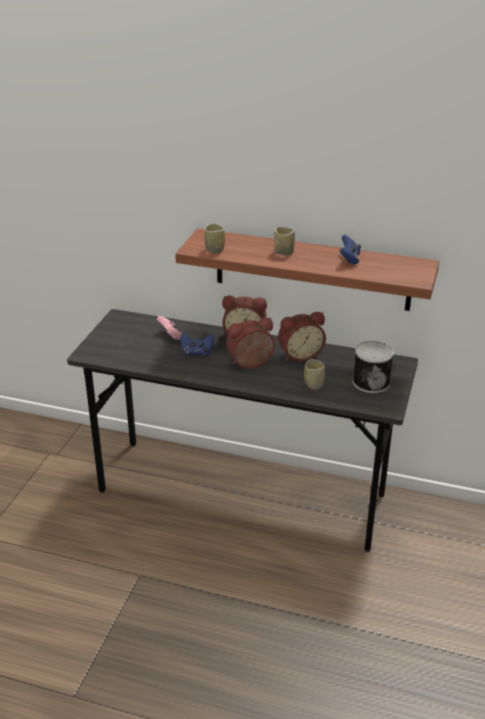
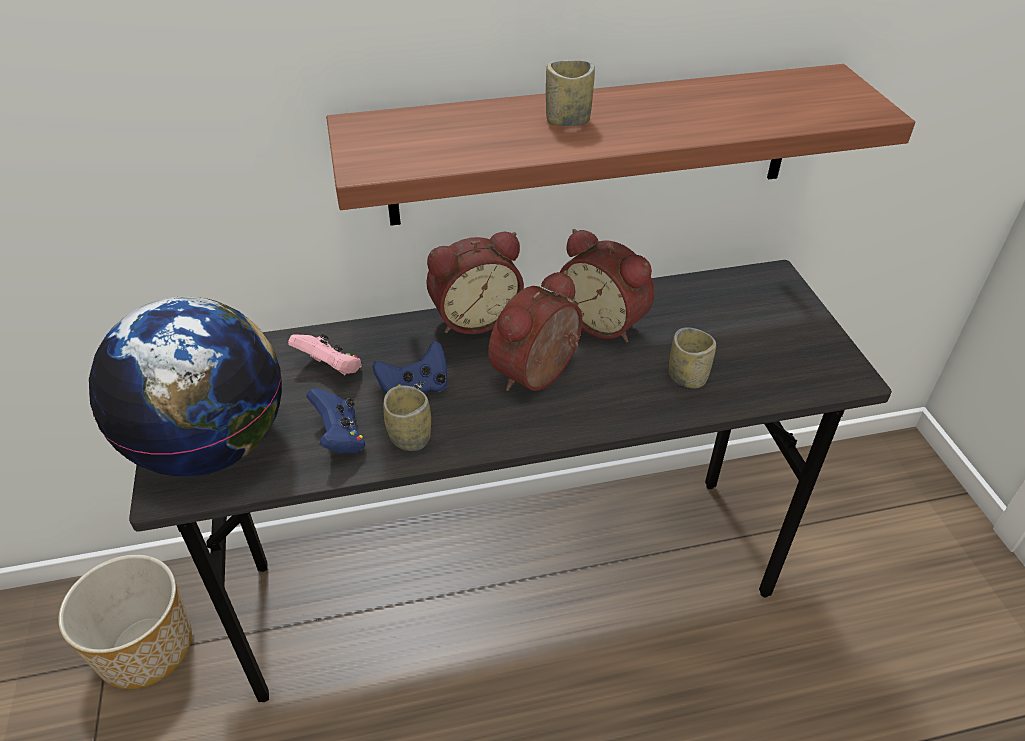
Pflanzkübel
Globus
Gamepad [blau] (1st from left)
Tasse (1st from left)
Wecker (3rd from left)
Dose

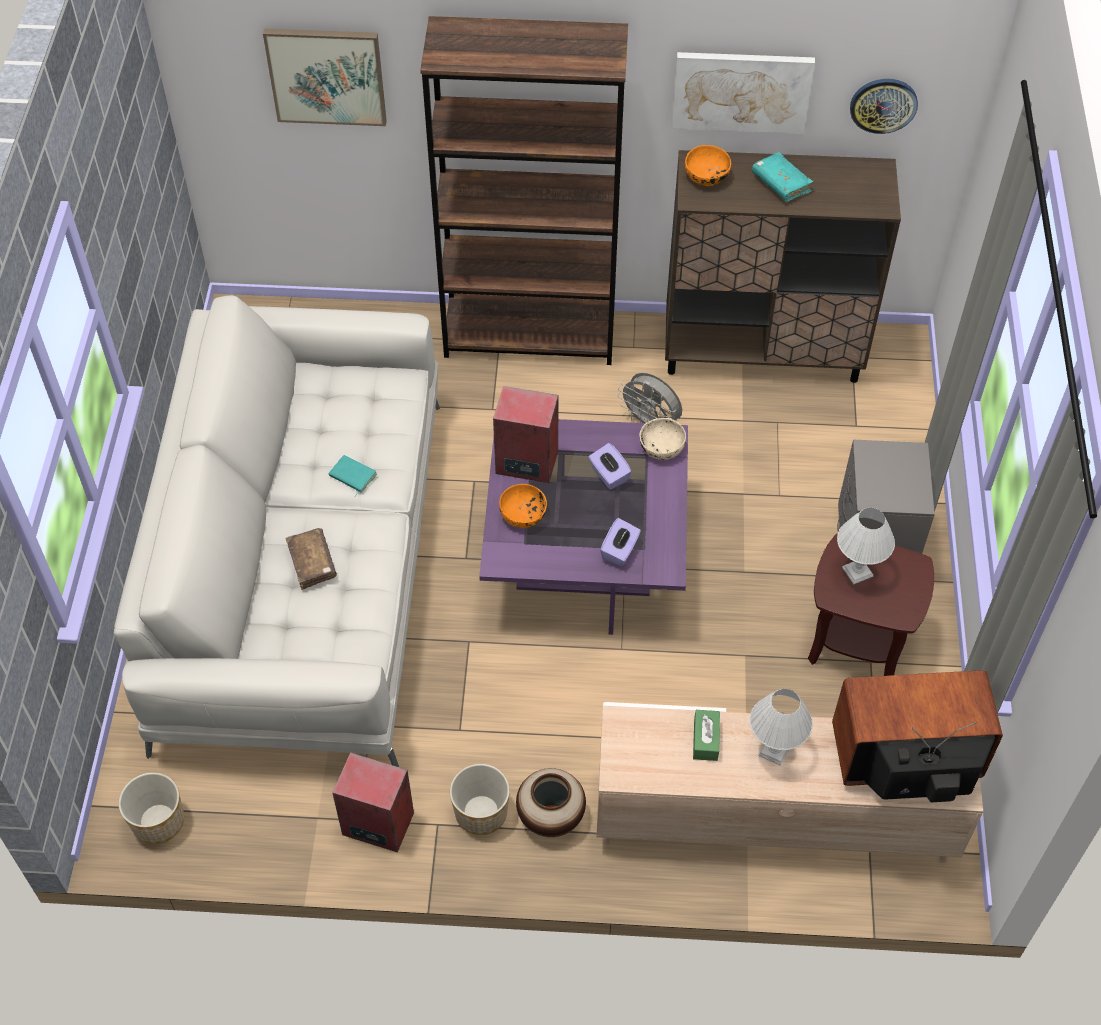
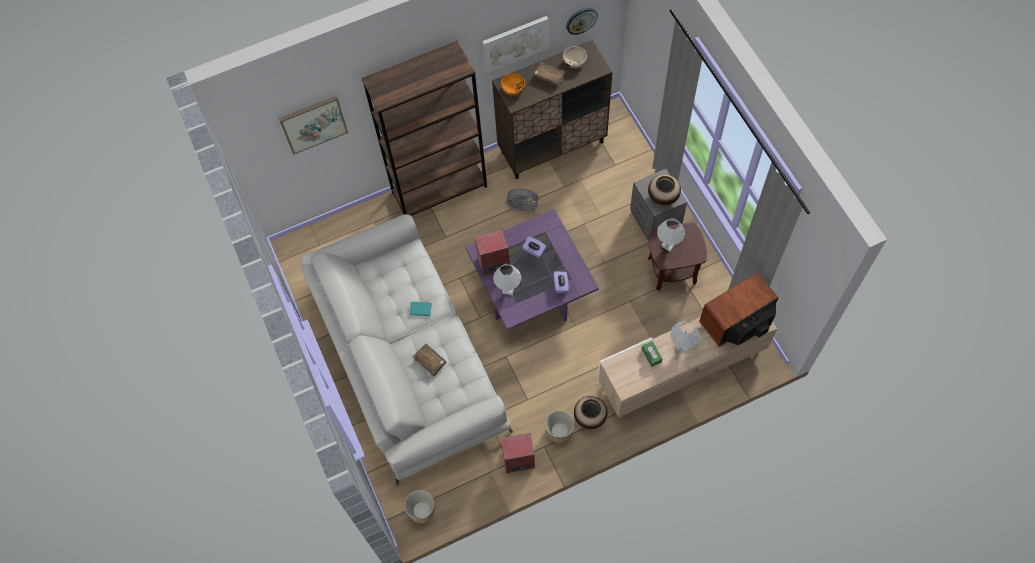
Tischlampe [weiß] (1st from left)
Buch [braun] (2nd from left)
Schüssel [beige]
Vase (2nd from left)

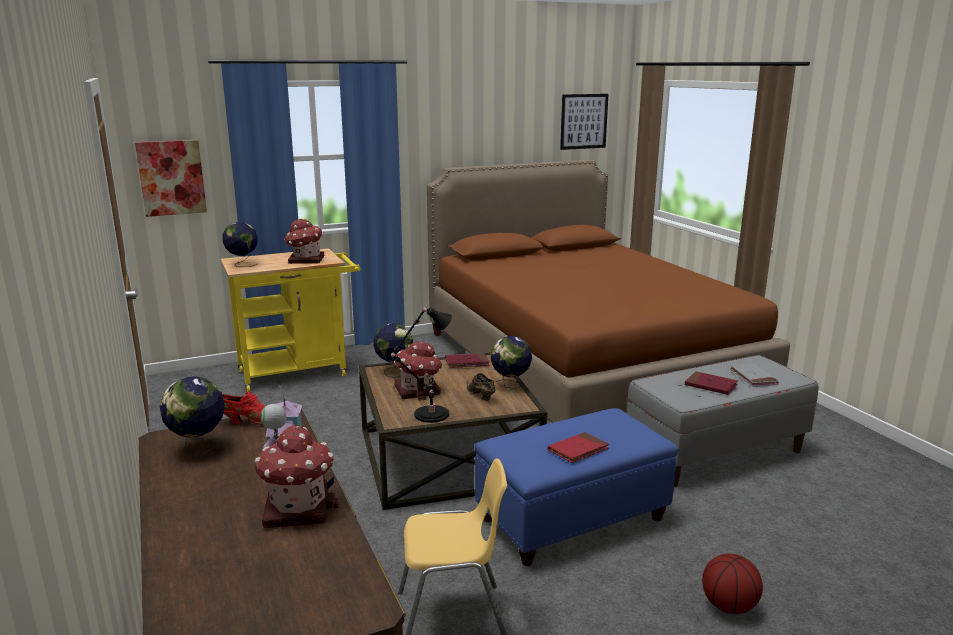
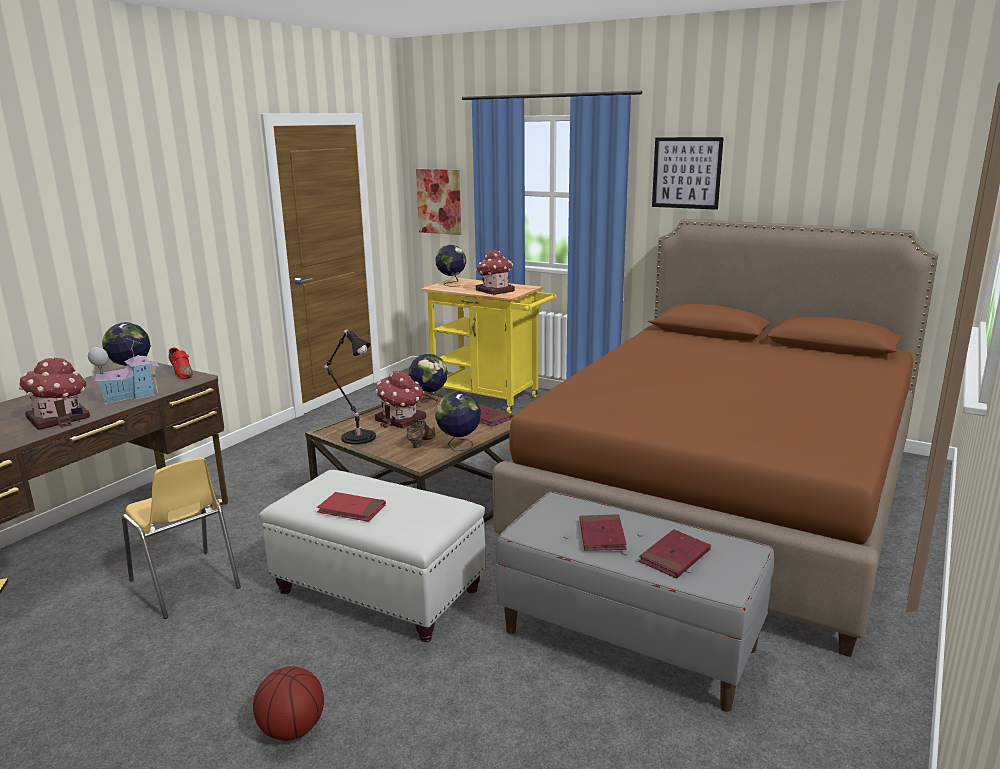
Polsterhocker [weiß]
Buch [rot] (4th from left)
Bild (2nd from left)

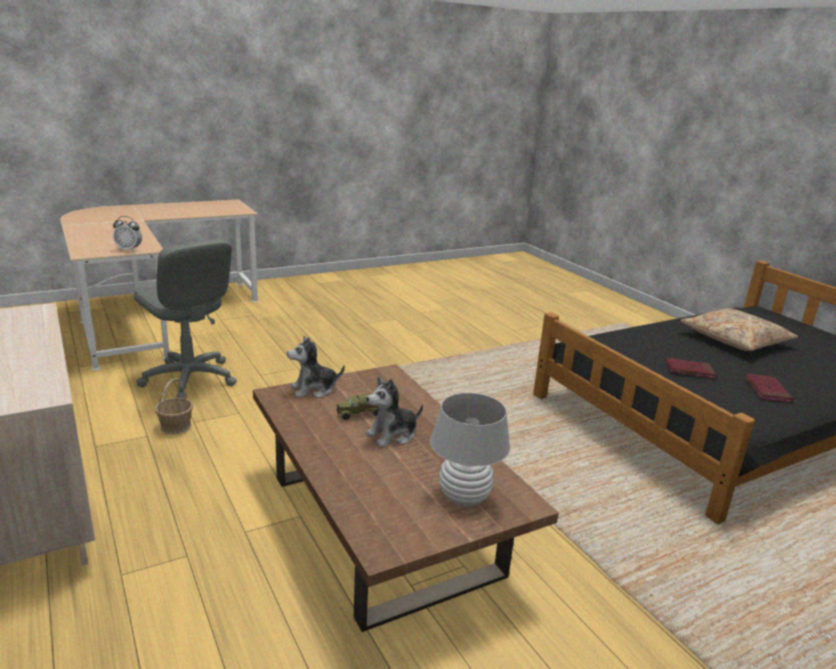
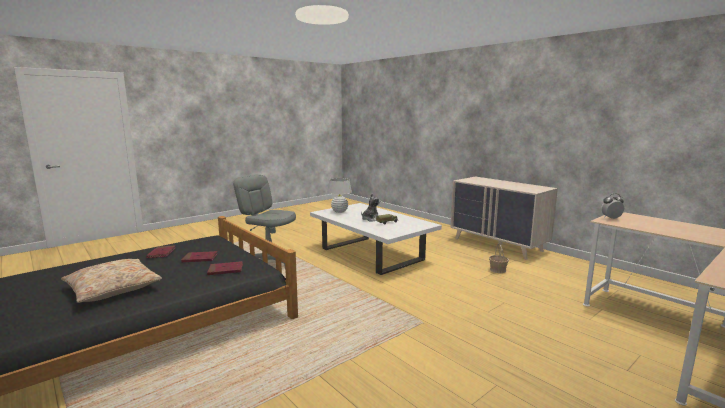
Buch [rot] (3rd from left)
Bürostuhl [grau]
Couchtisch [weiß]
Plüschtier (1st from left in the first image)

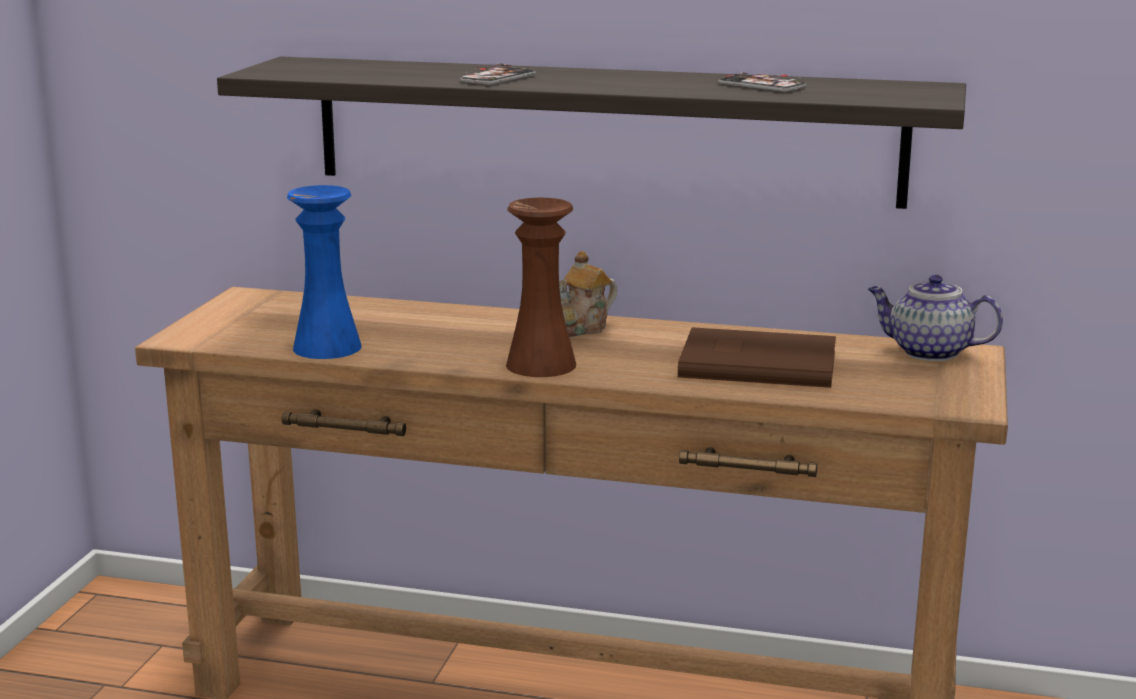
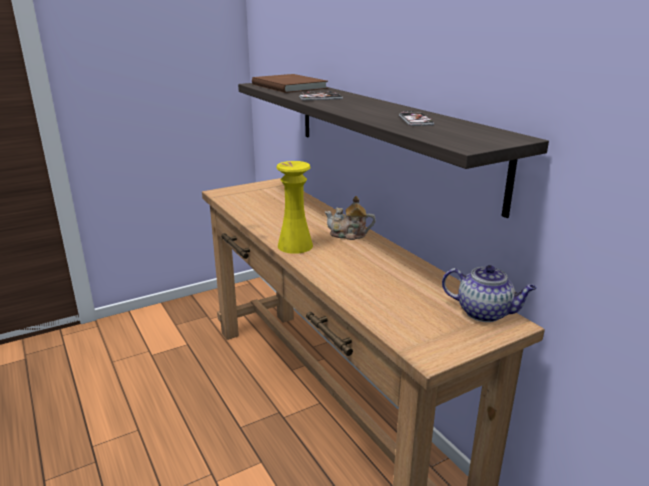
Buch [braun]
Vase [gelb]
Teekanne (2nd from left)
Vase [blau]

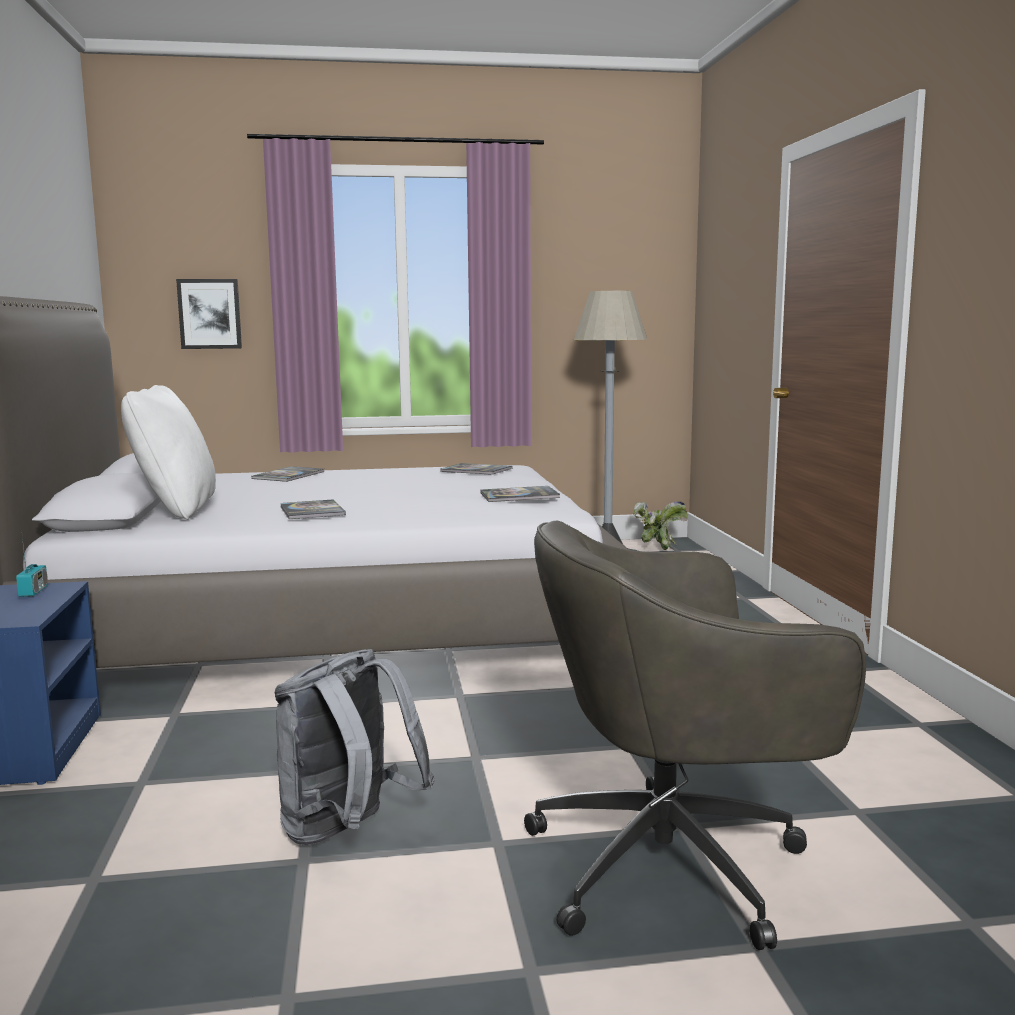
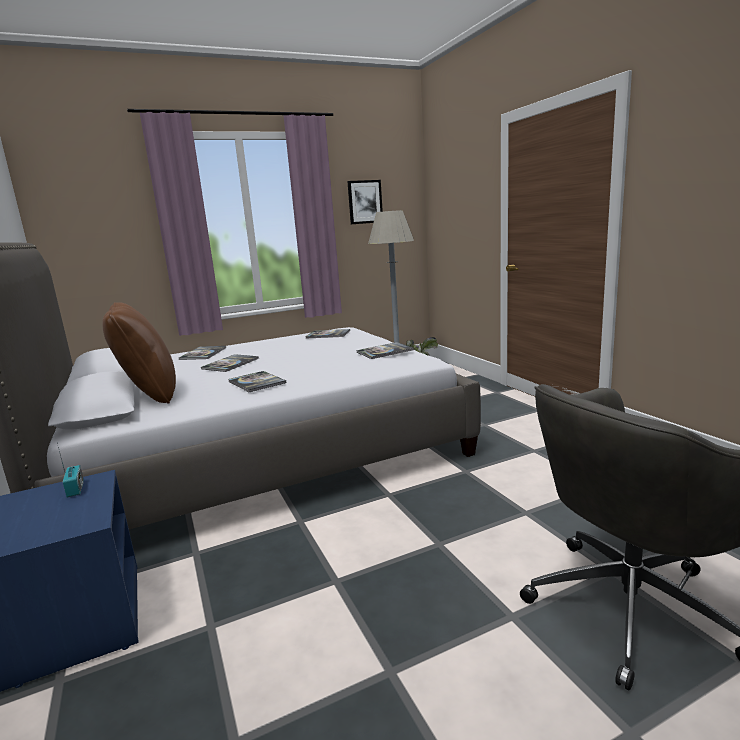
Kissen [braun]
Buch (2nd from left)
Bild
Rucksack [grau]

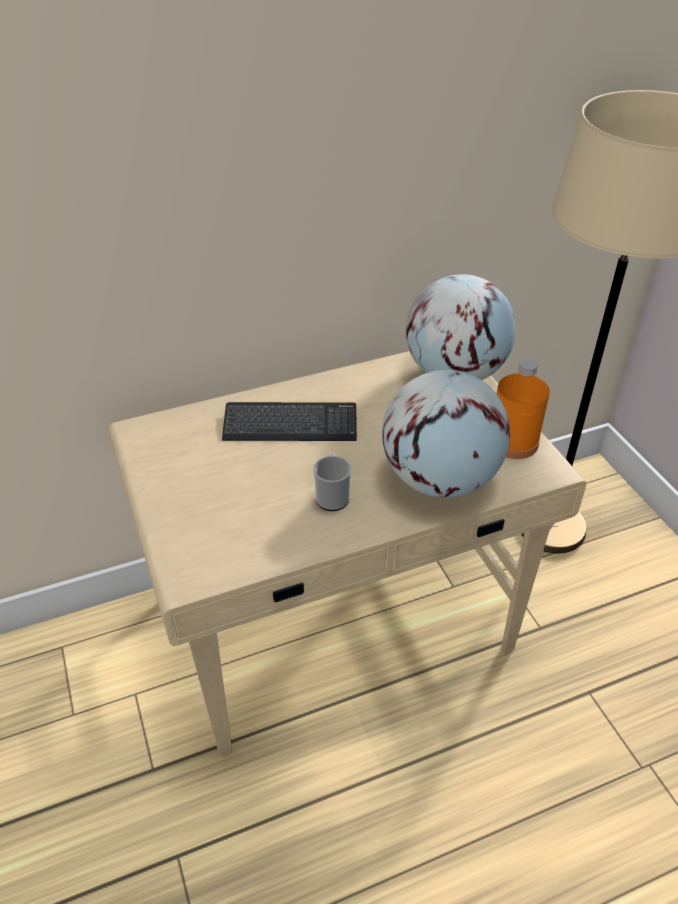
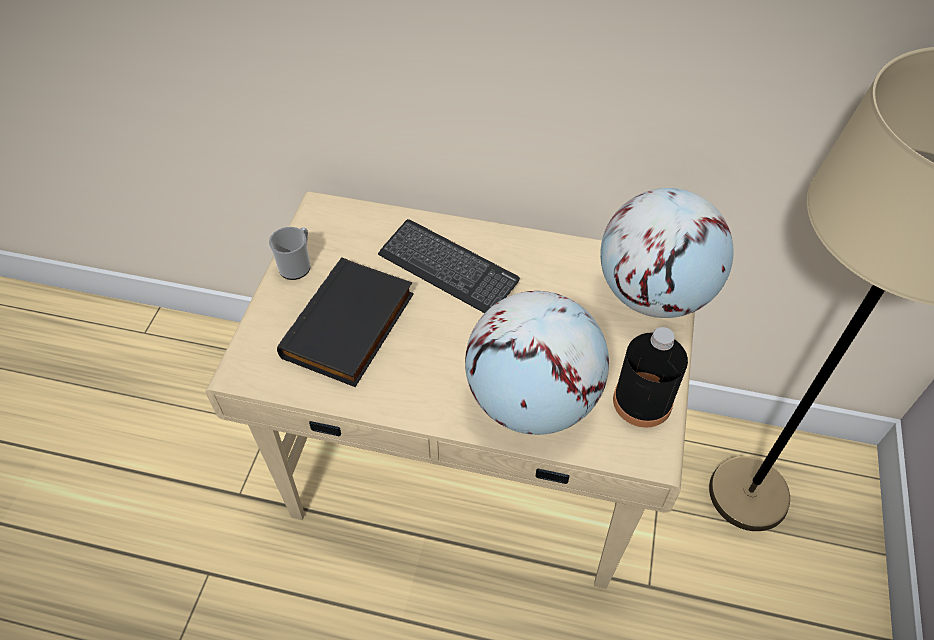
Henkelbecher
Buch [schwarz]
Flasche [schwarz]

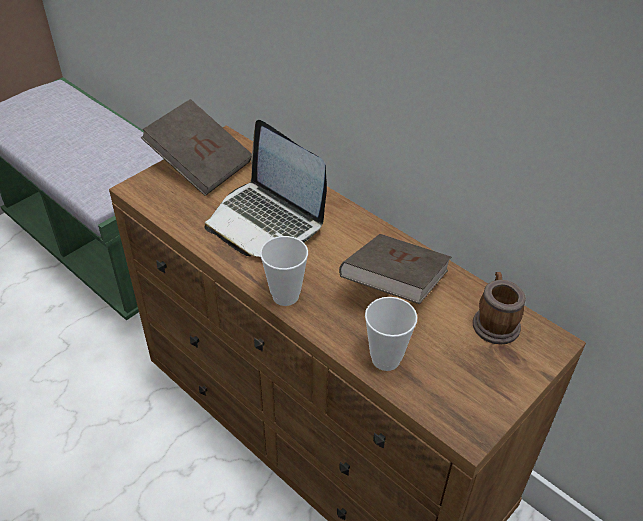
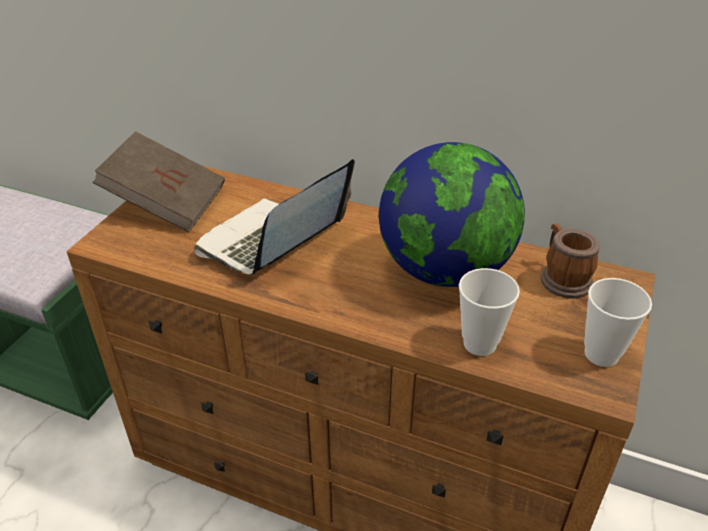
Laptop
Globus
Tasse (2nd from left)

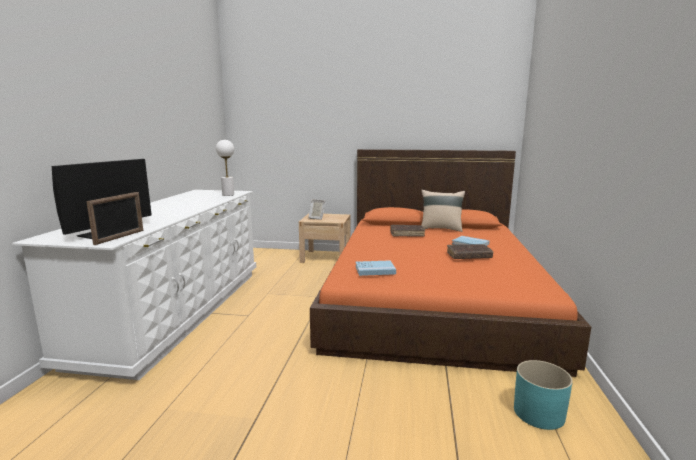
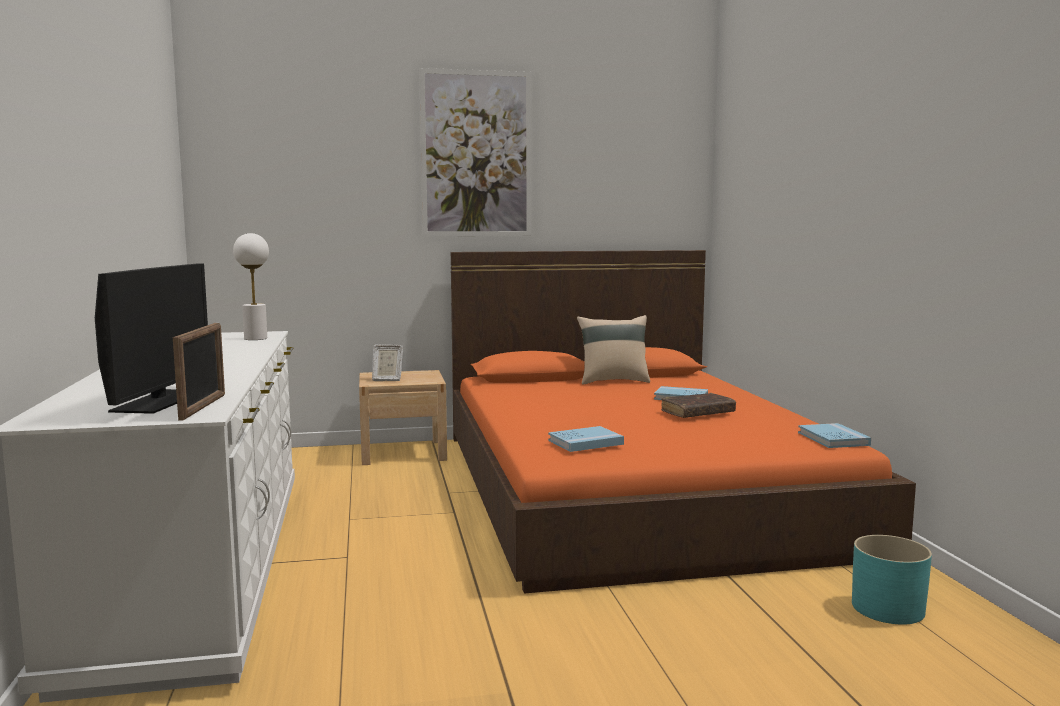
Bild
Buch [blau] (3rd from left)
Buch [braun] (1st from left in the first image)

